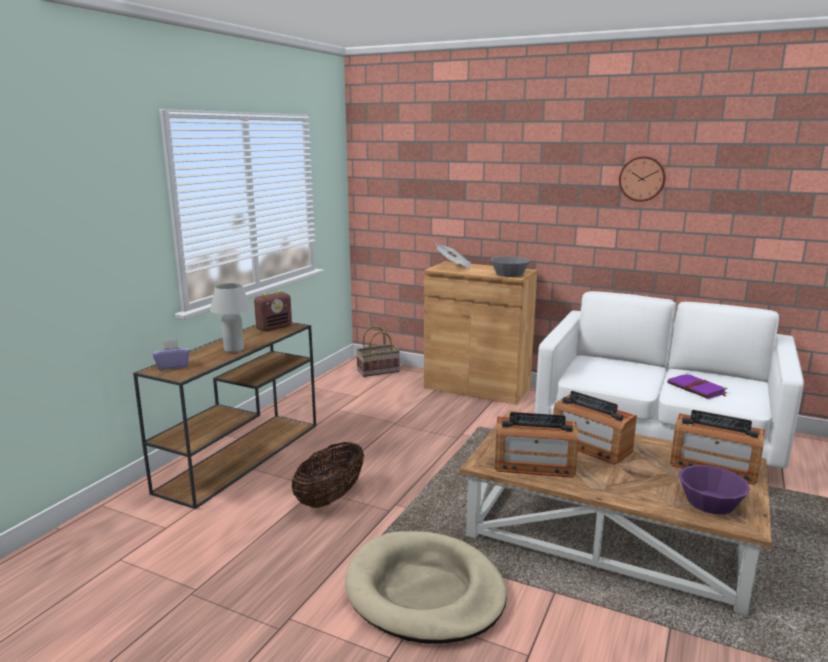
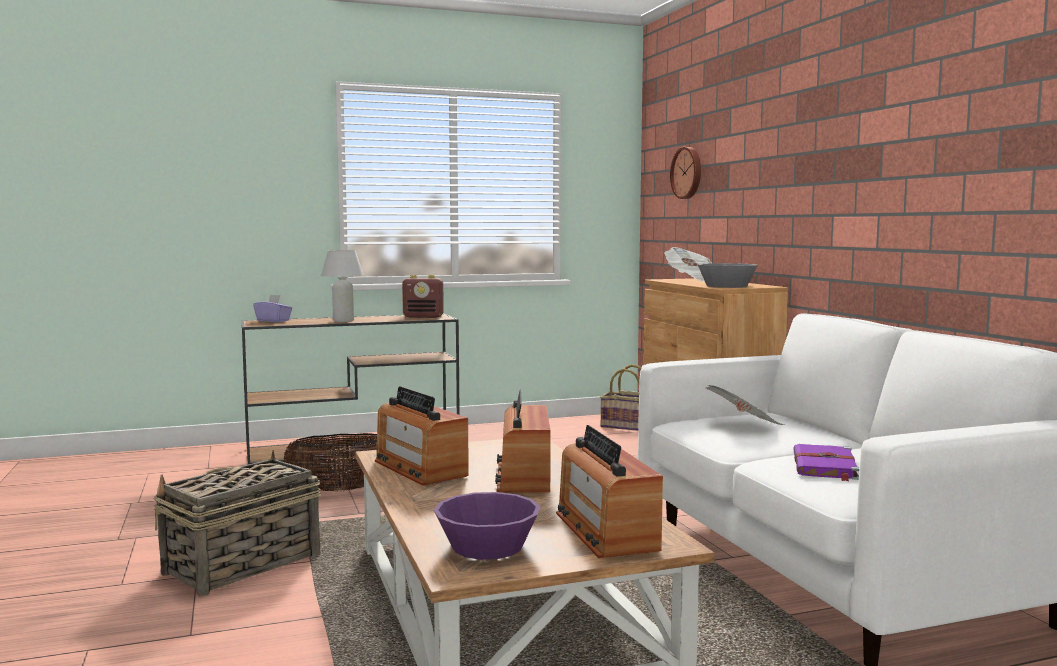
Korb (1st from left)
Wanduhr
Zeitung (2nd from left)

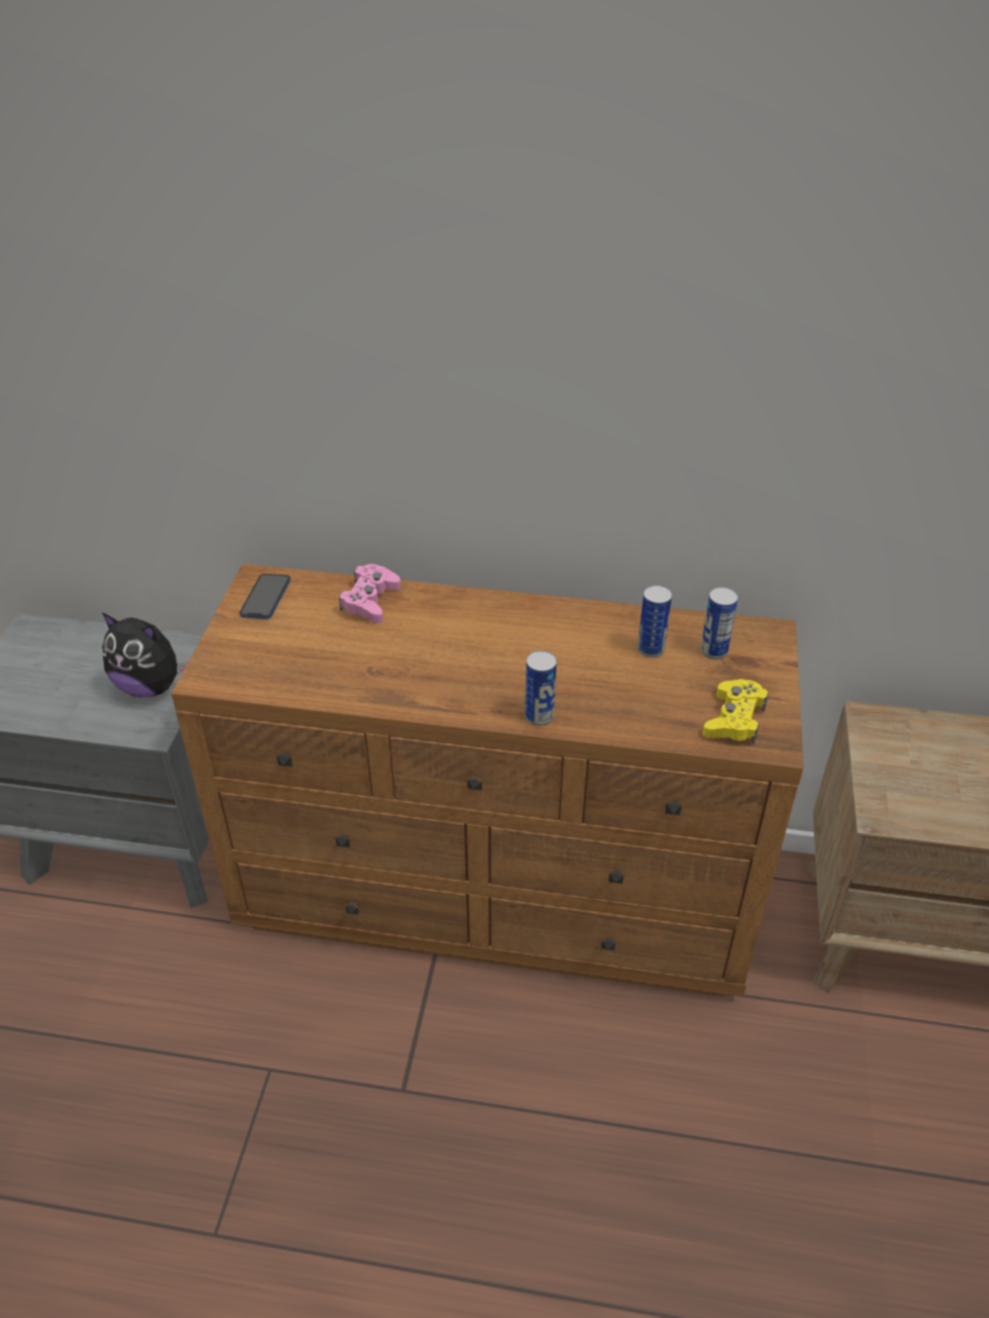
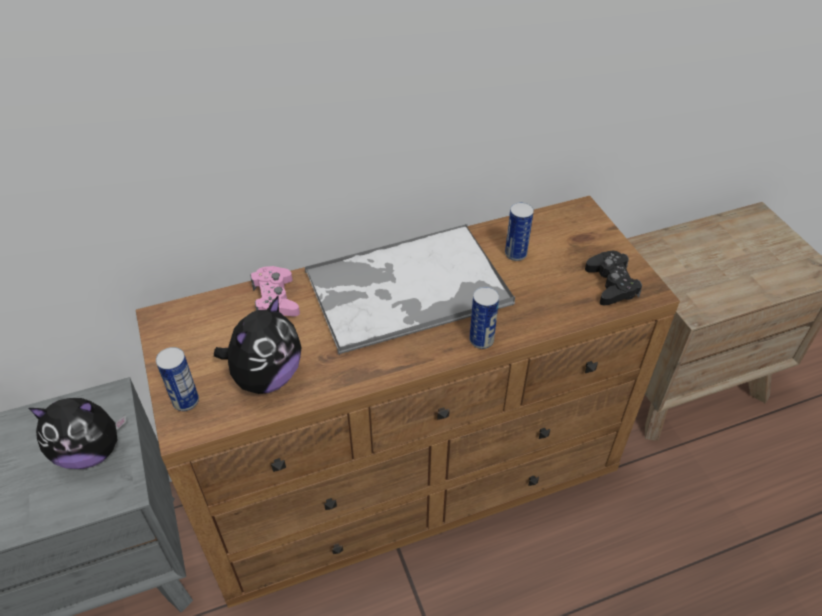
Dose (1st from left)
Plüschtier (2nd from left)
Tablett
Gamepad [schwarz]
Handy

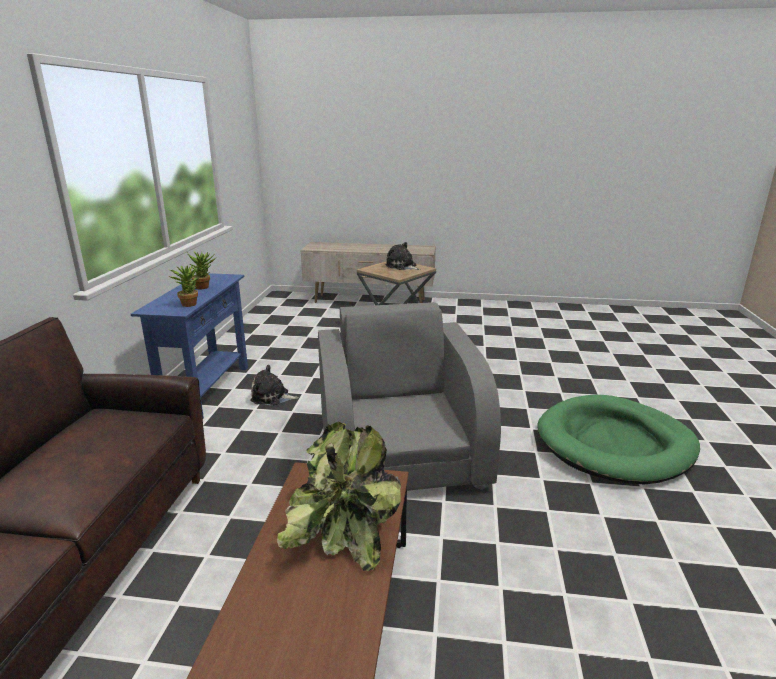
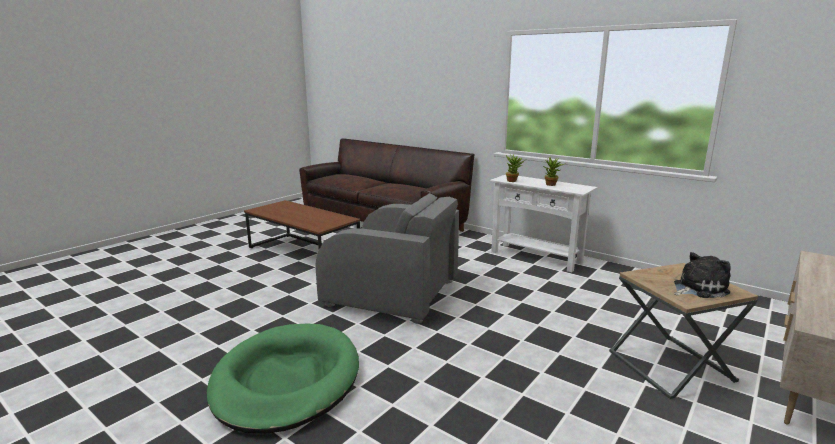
Konsolentisch [weiß]
Plüschtier (1st from left in the first image)
Topfpflanze (3rd from left in the first image)

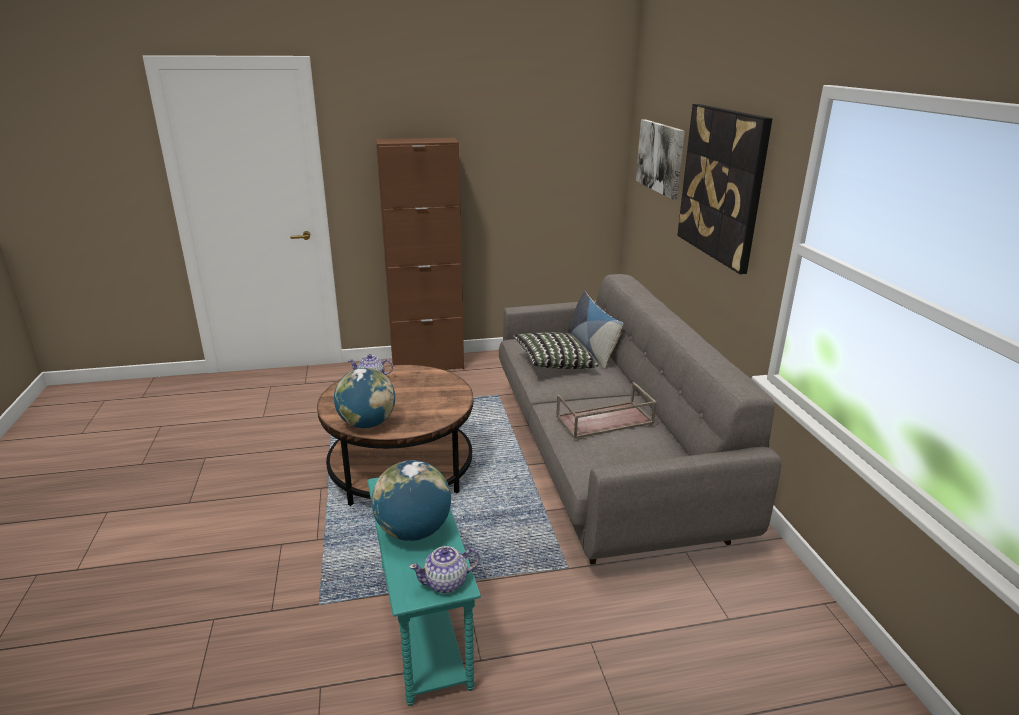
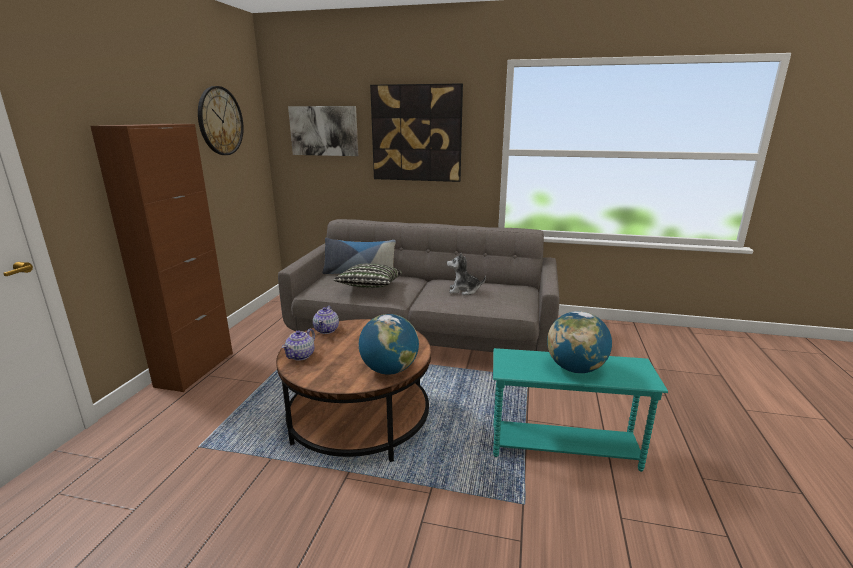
Wanduhr
Teekanne (2nd from left)
Plüschtier

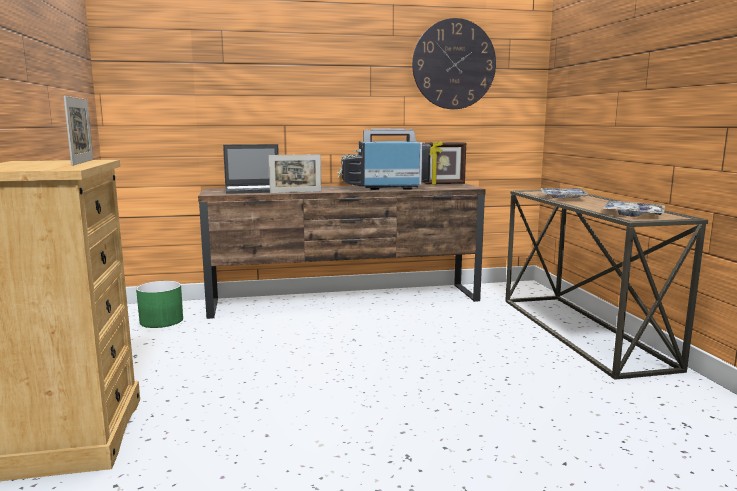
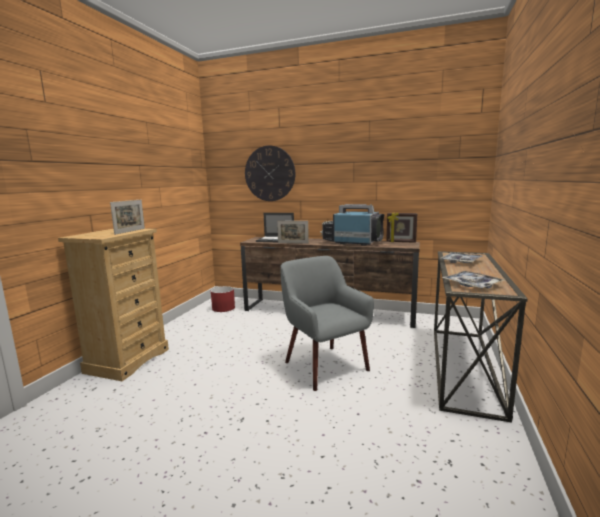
Pflanzkübel [rot]
Wanduhr
Sessel [grau]

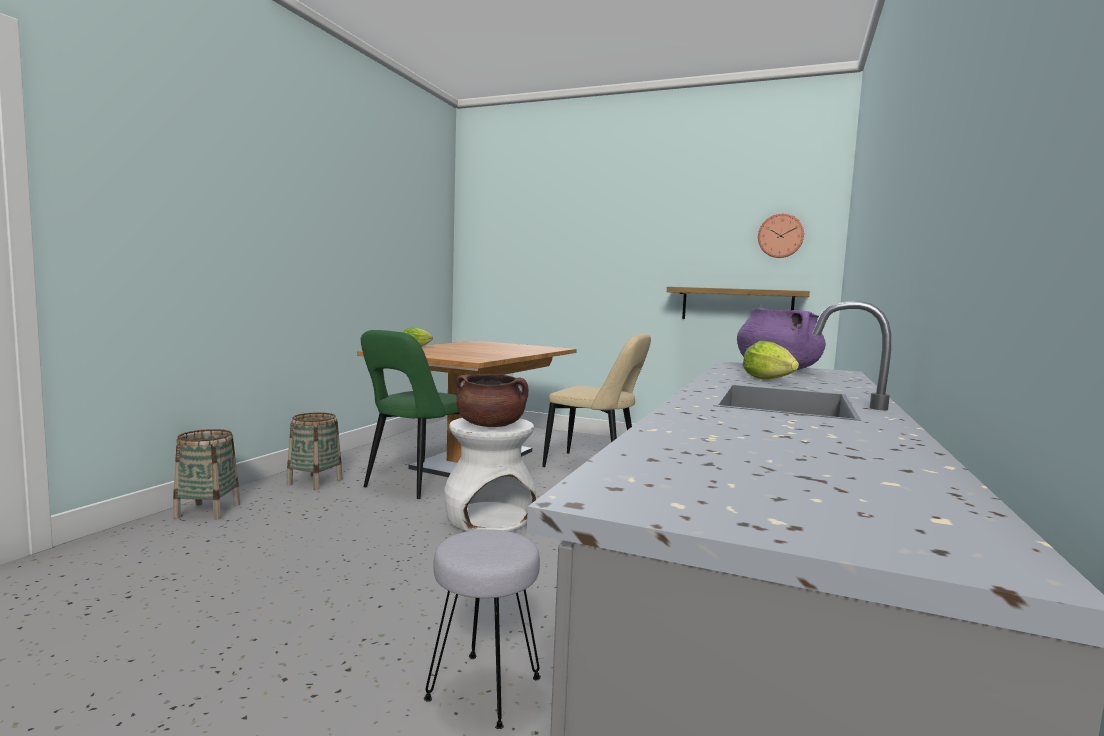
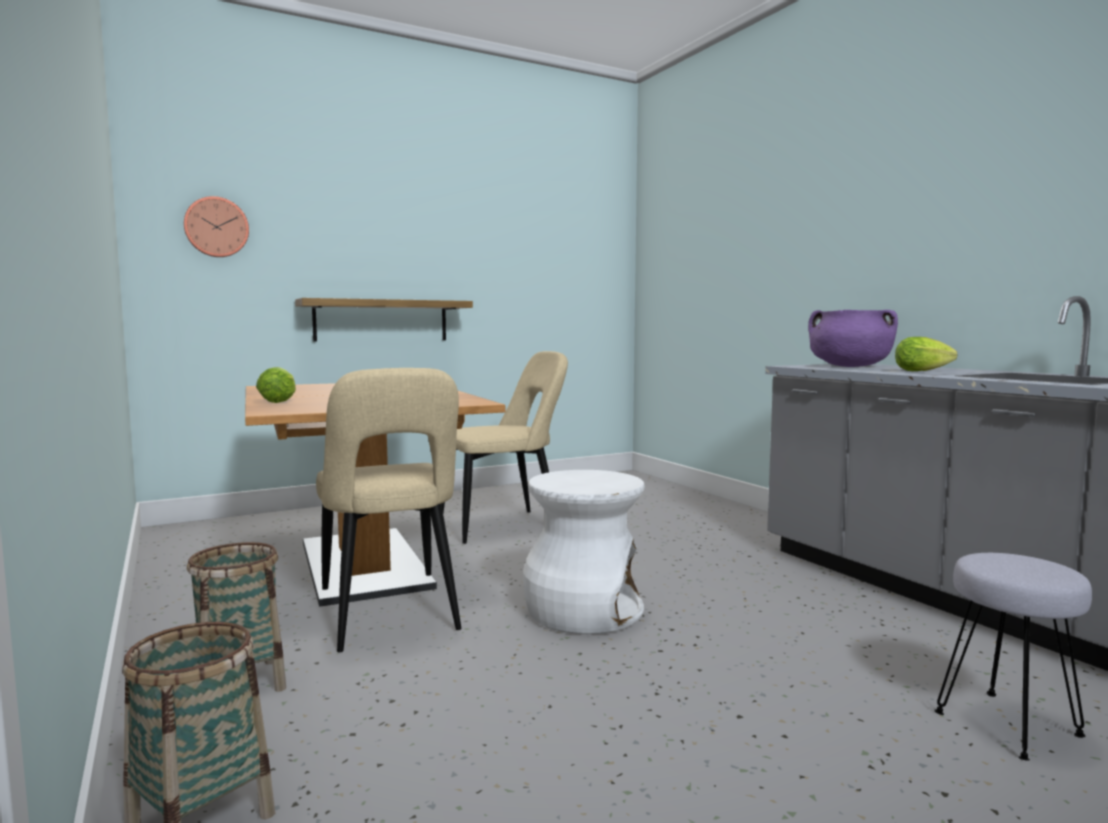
Wanduhr
Wandregal
Stuhl [beige] (1st from left)
Kochtopf [braun]

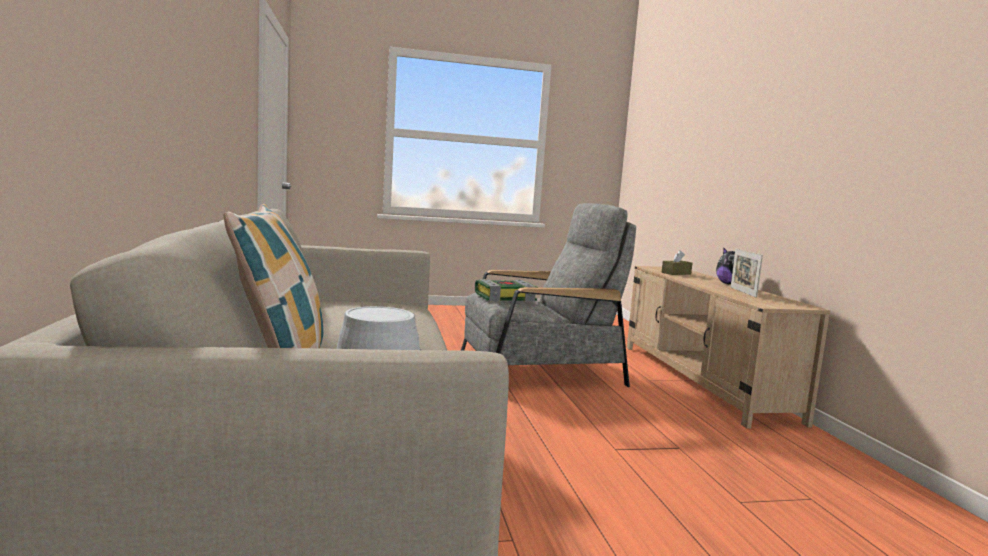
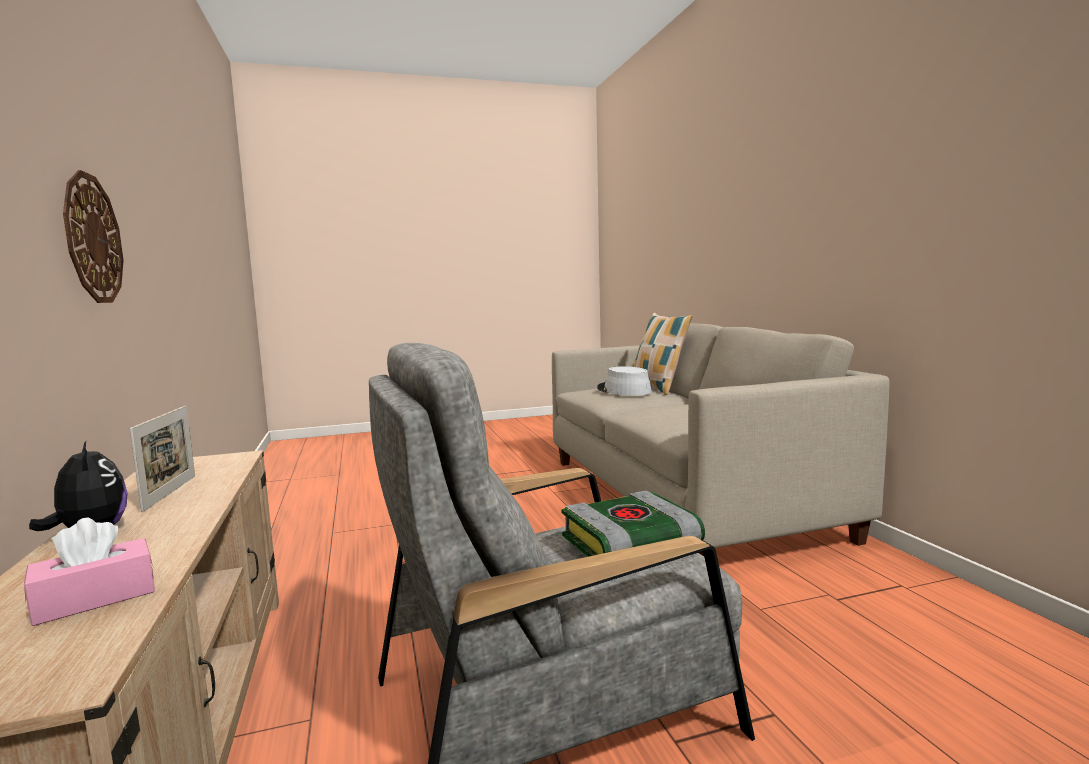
Taschentuchbox [rosa]
Wanduhr

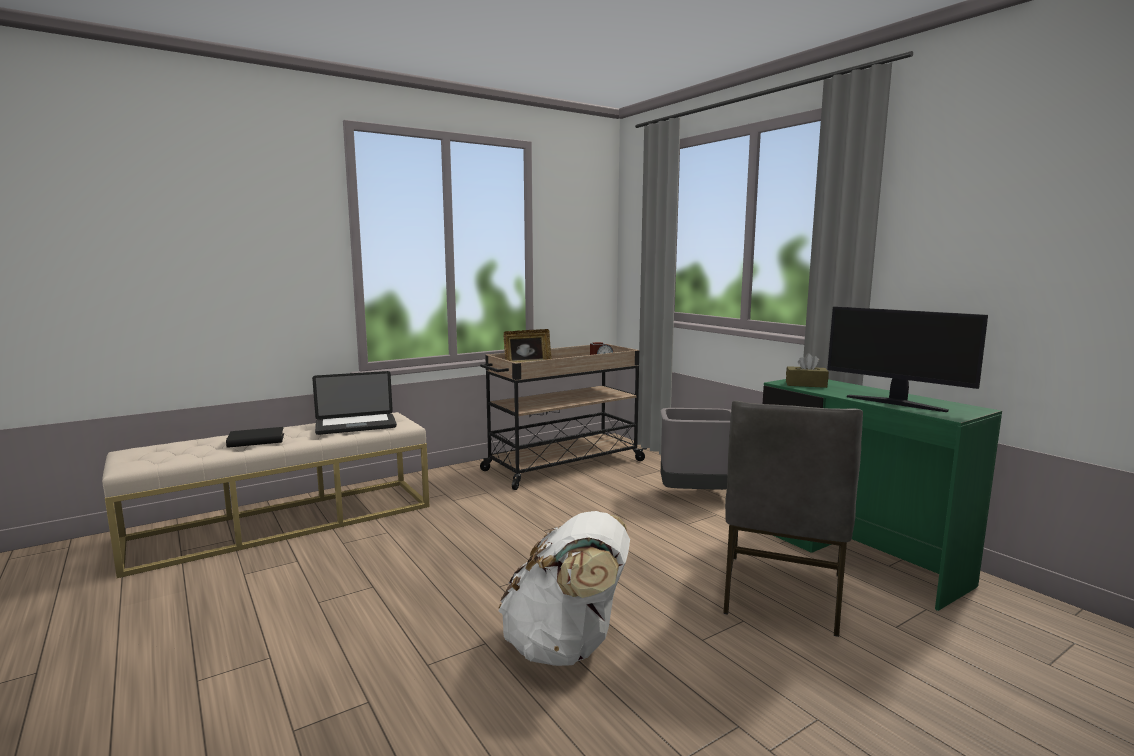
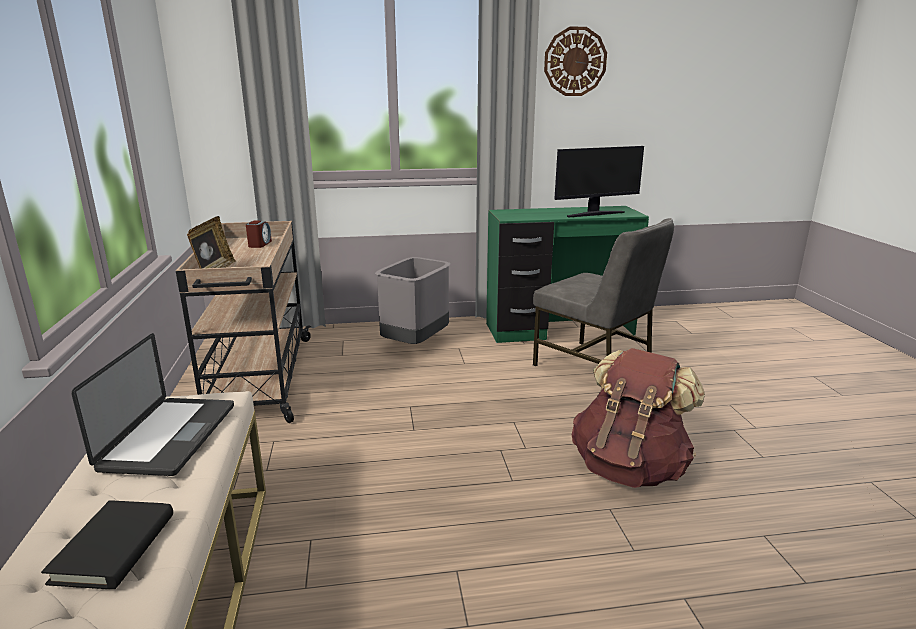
Wanduhr
Rucksack [braun]
Taschentuchbox [braun]

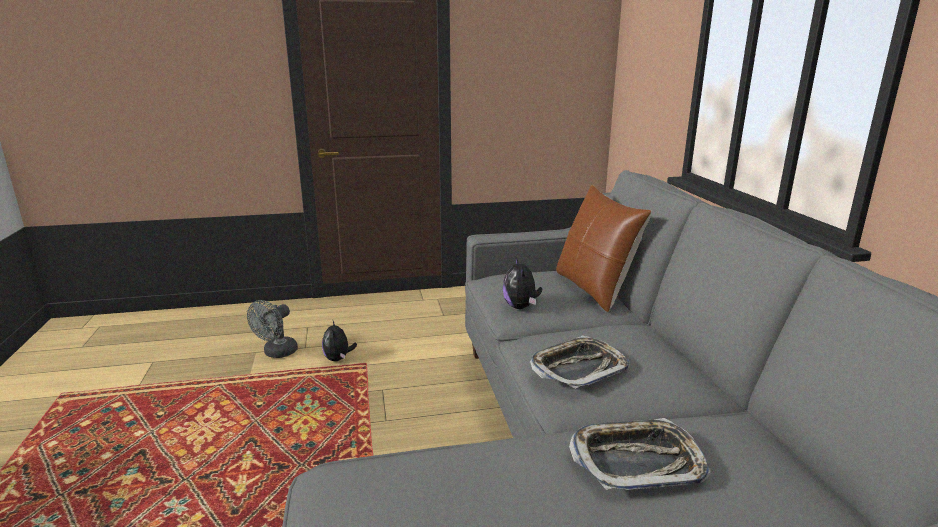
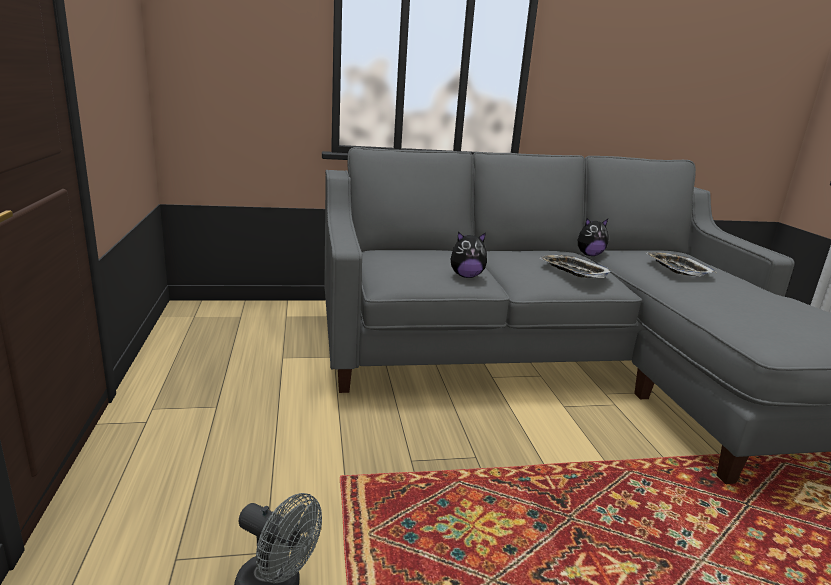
Plüschtier (2nd from left)
Kissen [braun]

